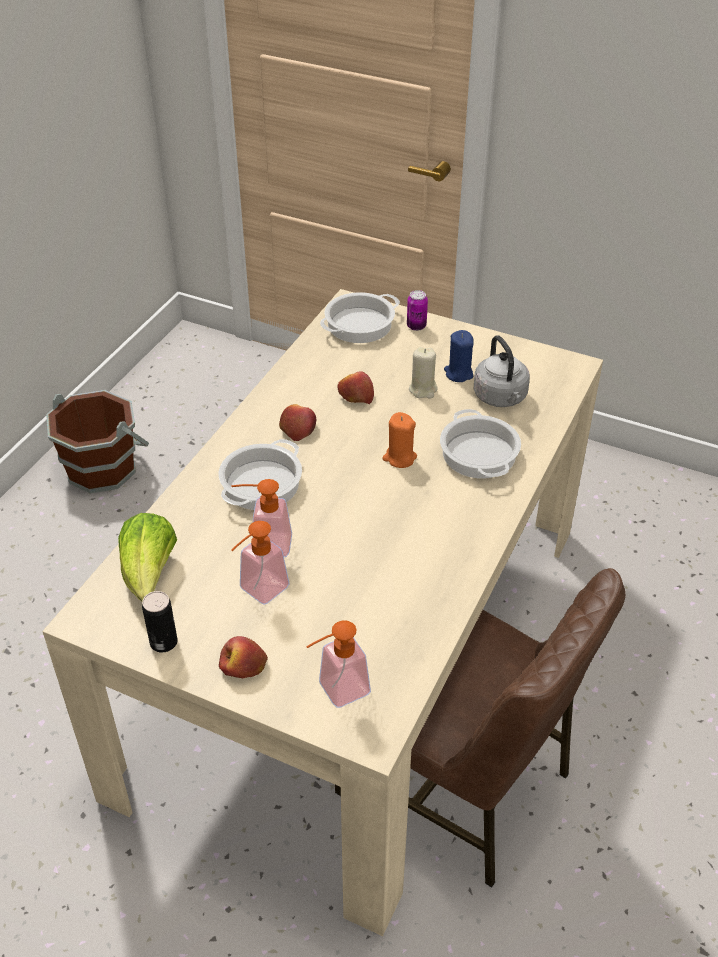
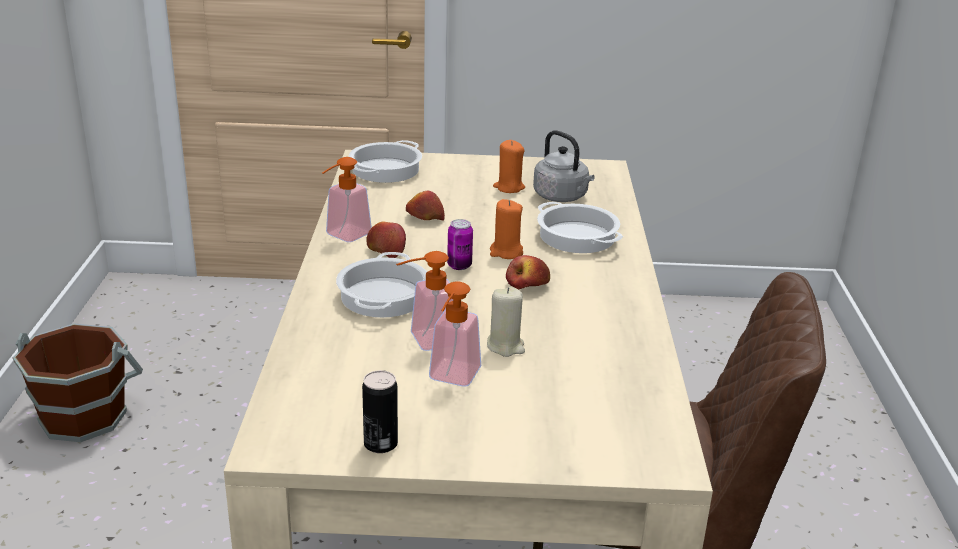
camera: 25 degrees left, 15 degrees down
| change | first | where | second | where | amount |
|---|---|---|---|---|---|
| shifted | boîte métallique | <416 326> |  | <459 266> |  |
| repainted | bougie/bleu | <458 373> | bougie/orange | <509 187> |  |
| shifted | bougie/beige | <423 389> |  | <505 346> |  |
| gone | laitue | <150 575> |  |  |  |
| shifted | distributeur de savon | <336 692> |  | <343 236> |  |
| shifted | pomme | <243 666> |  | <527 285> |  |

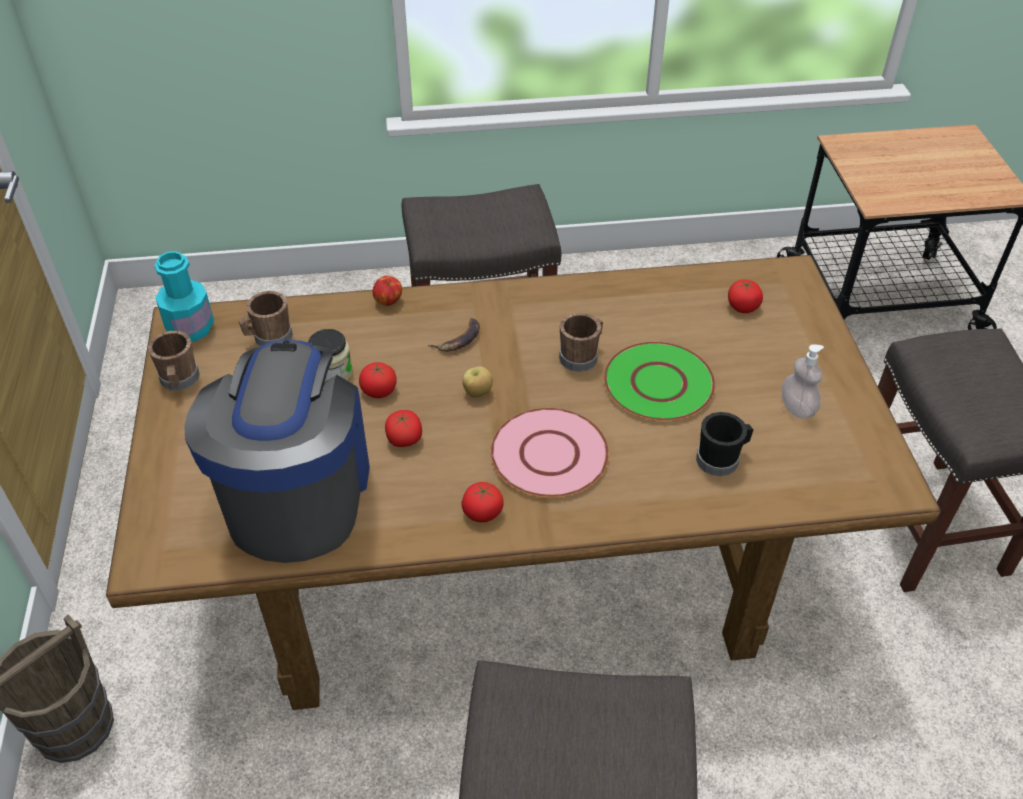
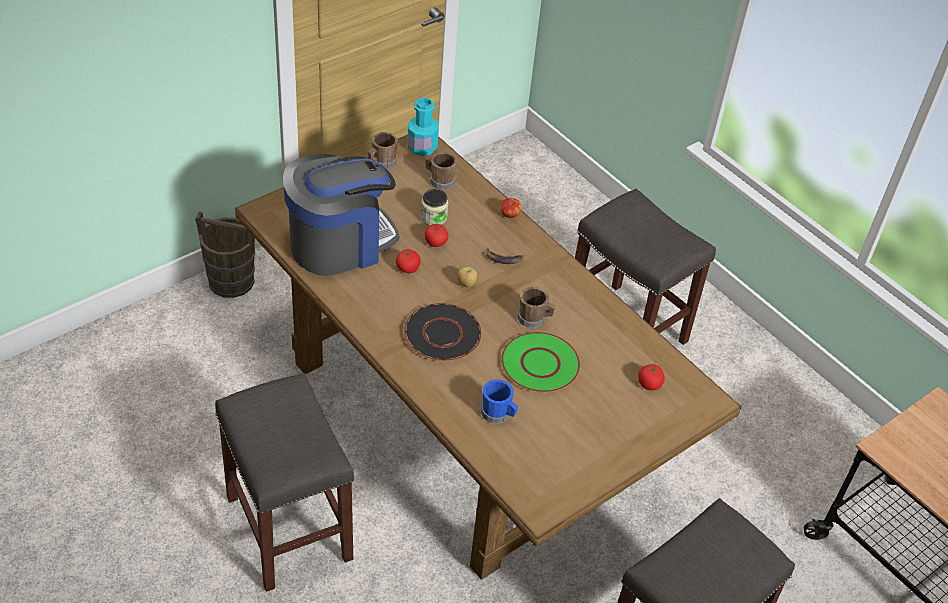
camera: 55 degrees right, 0 degrees up
| change | first | where | second | where | amount |
|---|---|---|---|---|---|
| gone | distributeur de savon | <797 408> |  |  |  |
| repainted | assiette/rose | <548 454> | assiette/noir | <442 333> |  |
| repainted | mug/noir | <721 459> | mug/bleu | <498 414> |  |
| gone | tomate | <482 512> |  |  |  |

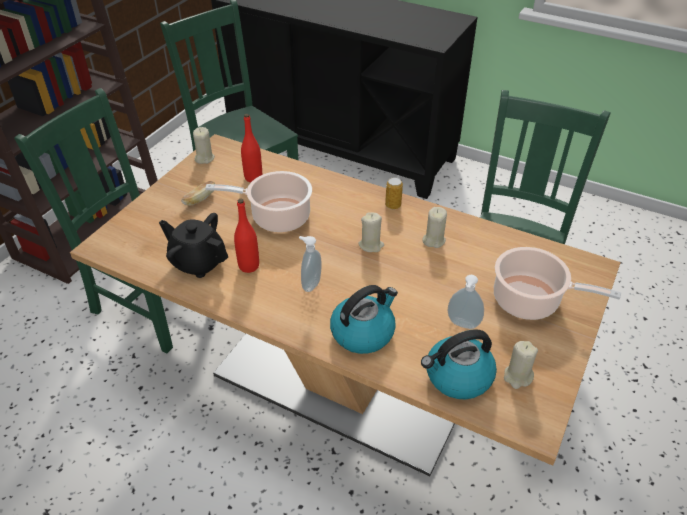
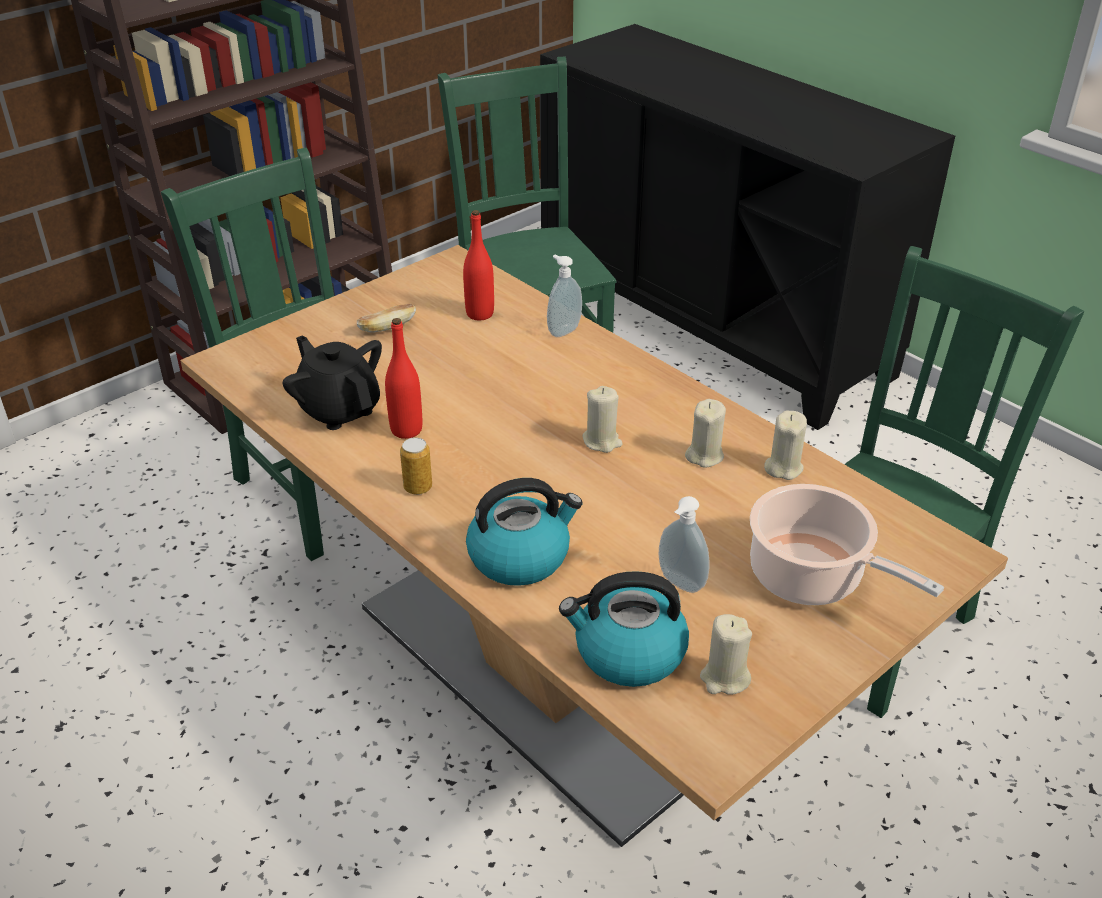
camera: 20 degrees right, 5 degrees down
| change | first | where | second | where | amount |
|---|---|---|---|---|---|
| shifted | bougie/beige | <204 158> |  | <783 467> |  |
| gone | marmite | <276 217> |  |  |  |
| shifted | boîte métallique | <393 205> |  | <418 487> |  |
| shifted | distributeur de savon | <310 284> |  | <562 330> |  |

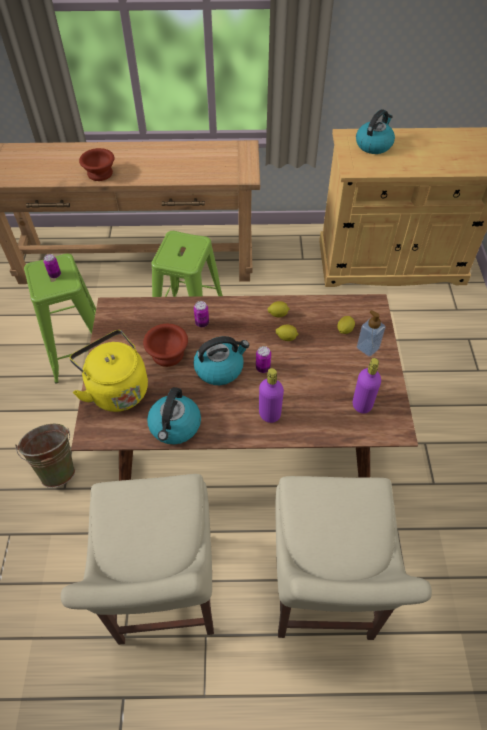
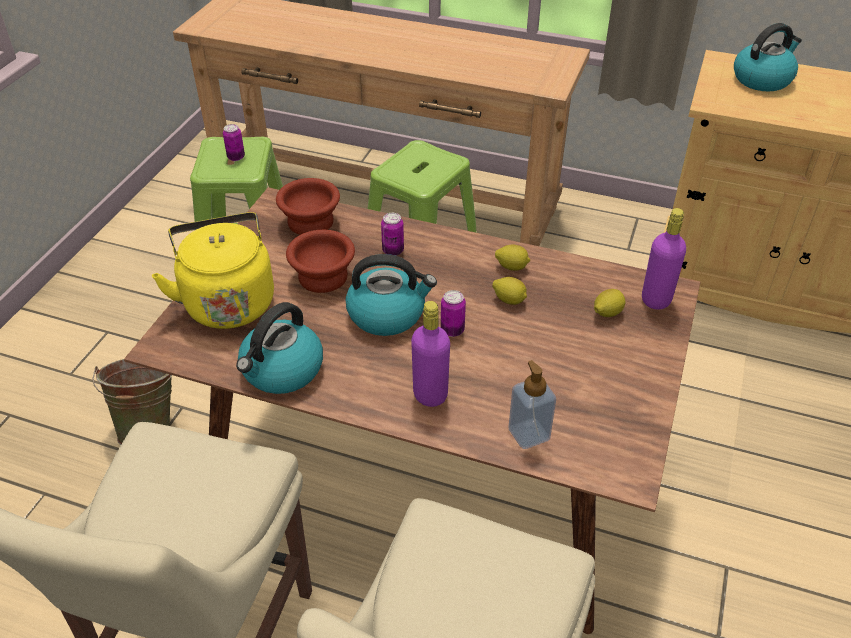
camera: 20 degrees right, 10 degrees down
| change | first | where | second | where | amount |
|---|---|---|---|---|---|
| shifted | bol/marron | <101 173> |  | <312 223> |  |
| shifted | distributeur de savon | <367 348> |  | <528 434> |  |
| shifted | bouteille/violet | <362 405> |  | <656 300> |  |

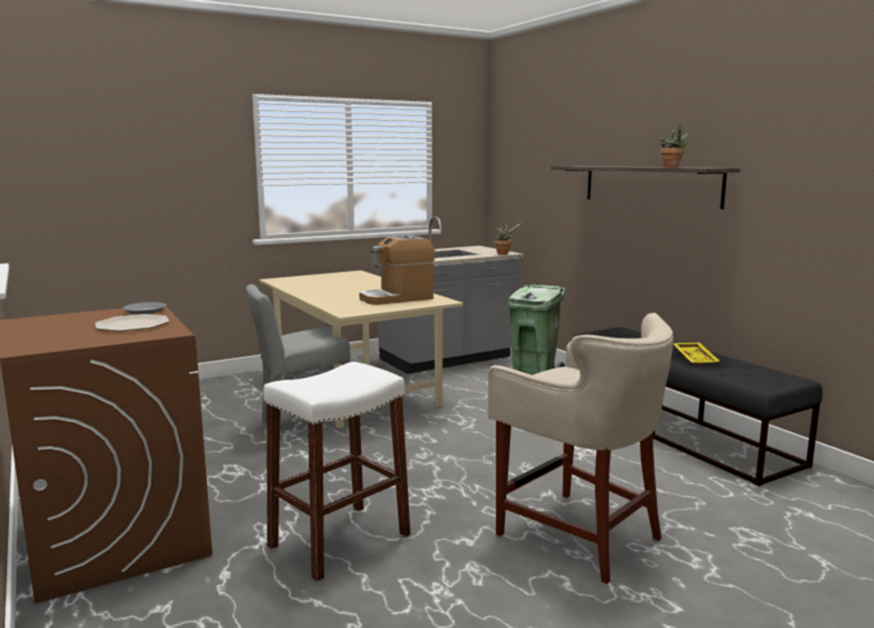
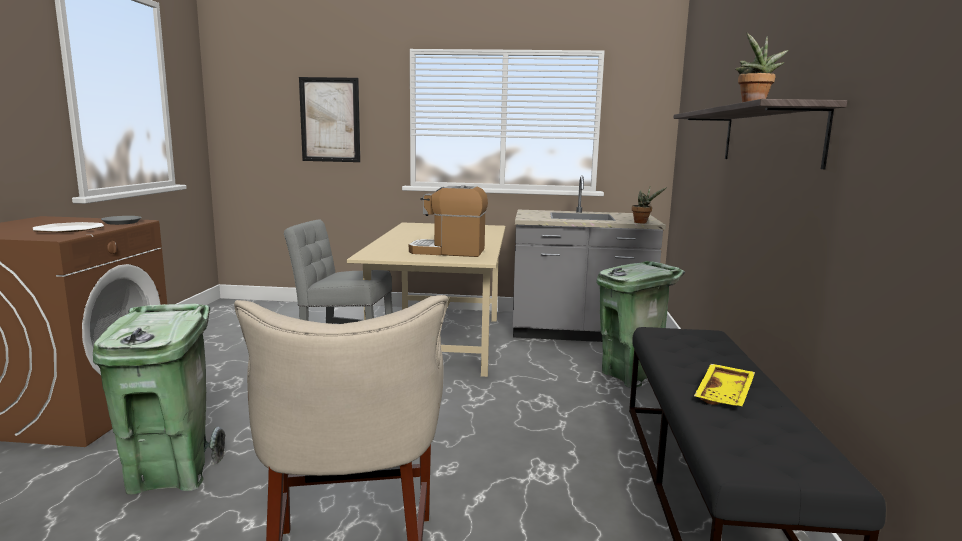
camera: 35 degrees right, 0 degrees up
| change | first | where | second | where | amount |
|---|---|---|---|---|---|
| swapped | tabouret/blanc | <340 540> | poubelle/vert | <171 474> |  |
| new |  |  | tableau | <330 120> |  |

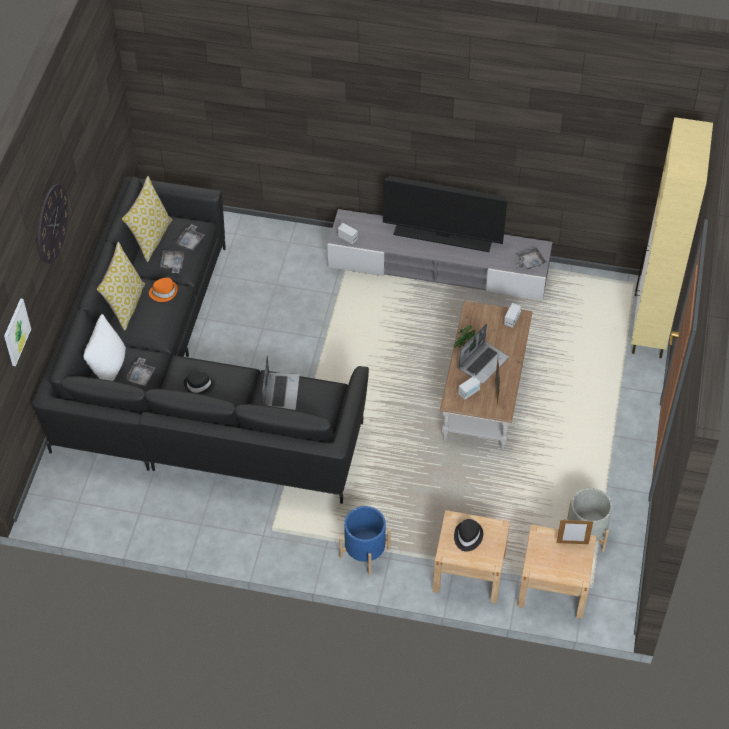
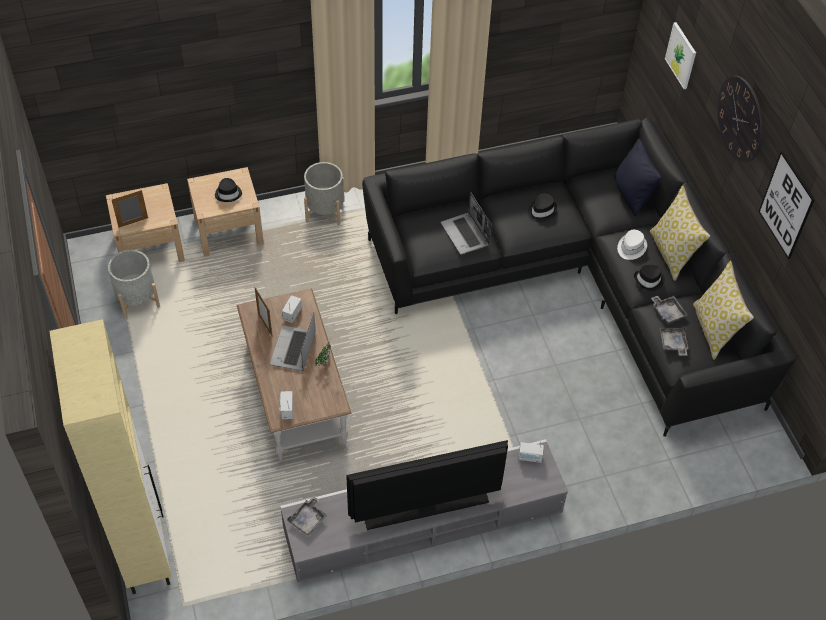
camera: 150 degrees right, 0 degrees up
| change | first | where | second | where | amount |
|---|---|---|---|---|---|
| repainted | chapeau/orange | <164 292> | chapeau/noir | <649 280> |  |
| repainted | coussin/blanc | <109 367> | coussin/noir | <631 195> |  |
| gone | plateau/gris | <141 376> |  |  |  |
| repainted | cache-pot/bleu | <365 553> | cache-pot/gris | <325 211> |  |
| new |  |  | tableau | <786 205> |  |
| new |  |  | chapeau/blanc | <631 247> |  |

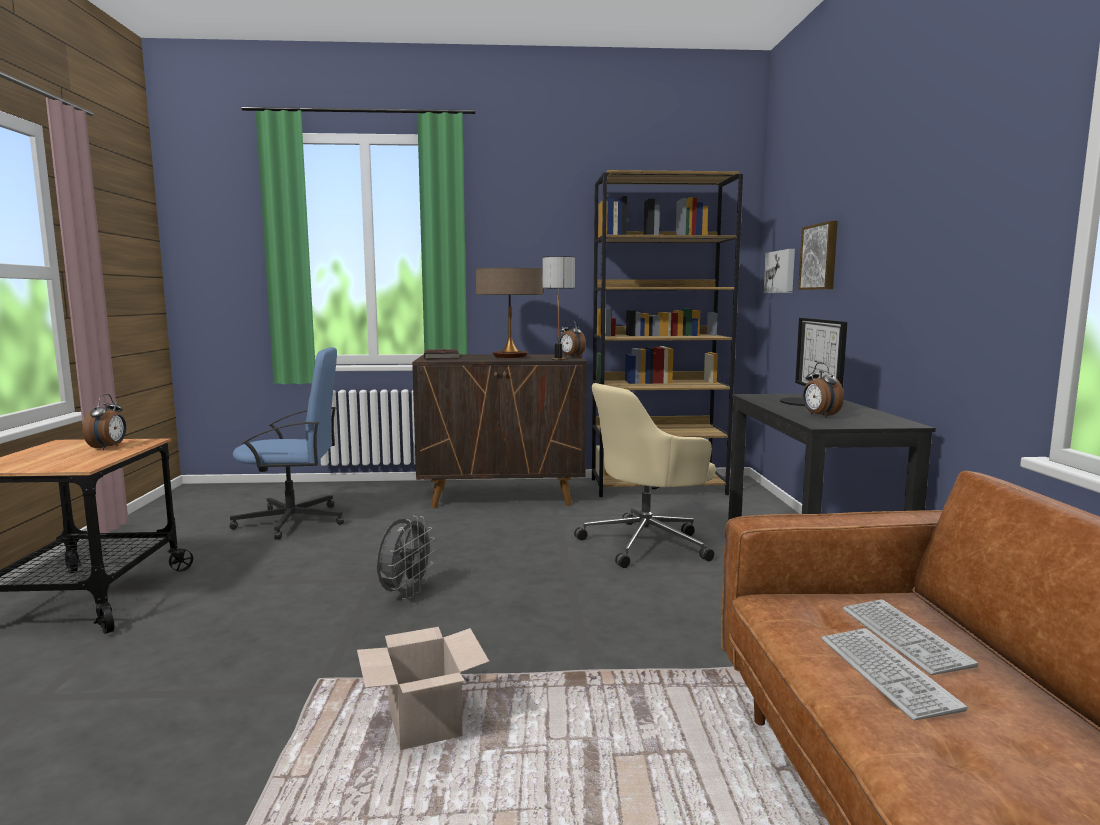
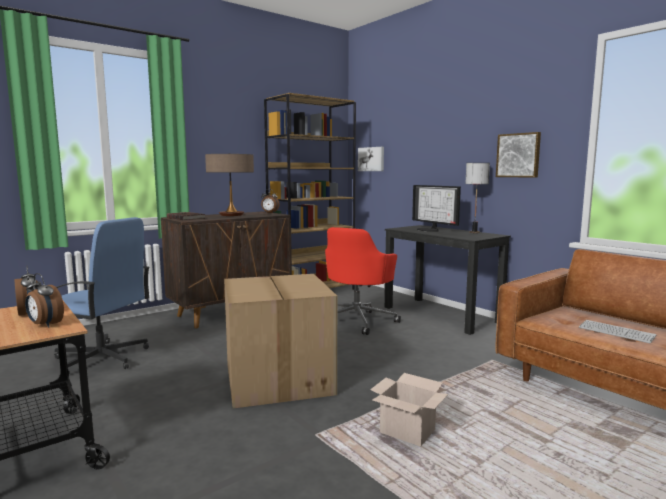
camera: 35 degrees left, 0 degrees up
| change | first | where | second | where | amount |
|---|---|---|---|---|---|
| shifted | tableau | <820 257> |  | <518 155> |  |
| shifted | lampe de table | <558 359> |  | <474 232> |  |
| rotated | chaise de bureau/bleu | <293 521> |  | <102 358> | 60 degrees clockwise |
| shifted | réveil | <819 416> |  | <45 325> |  |
| repainted | chaise de bureau/beige | <647 543> | chaise de bureau/rouge | <357 321> |  |
| swapped | ventilateur/gris | <405 594> | carton | <276 378> |  |
| gone | clavier | <904 637> |  |  |  |

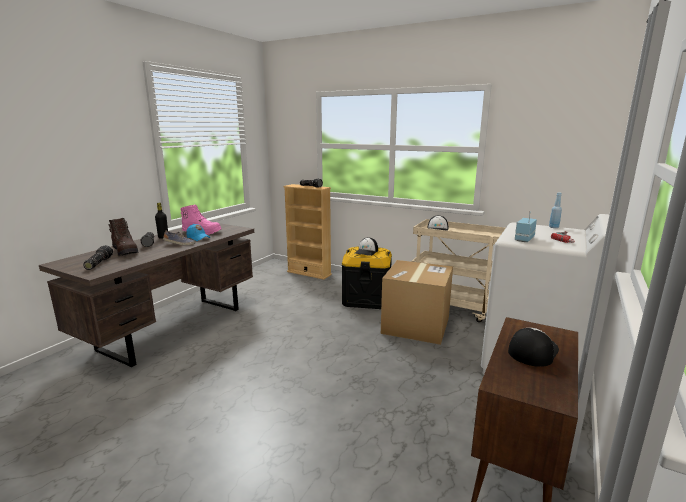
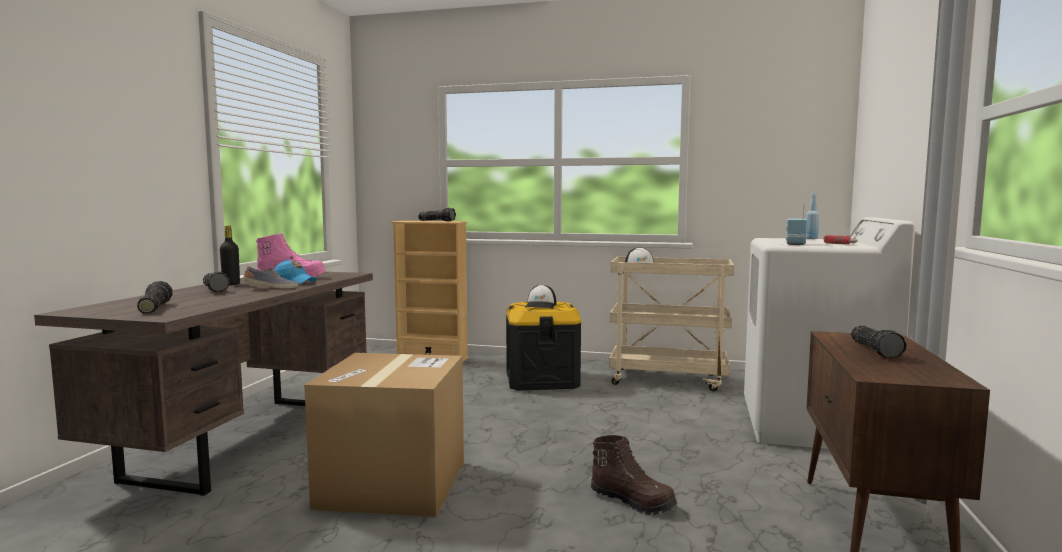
camera: 15 degrees left, 10 degrees down
| change | first | where | second | where | amount |
|---|---|---|---|---|---|
| shifted | botte/marron | <125 251> |  | <633 501> |  |
| shifted | carton | <415 325> |  | <393 484> |  |
| swapped | casquette | <532 350> | lampe de poche | <876 351> |  |

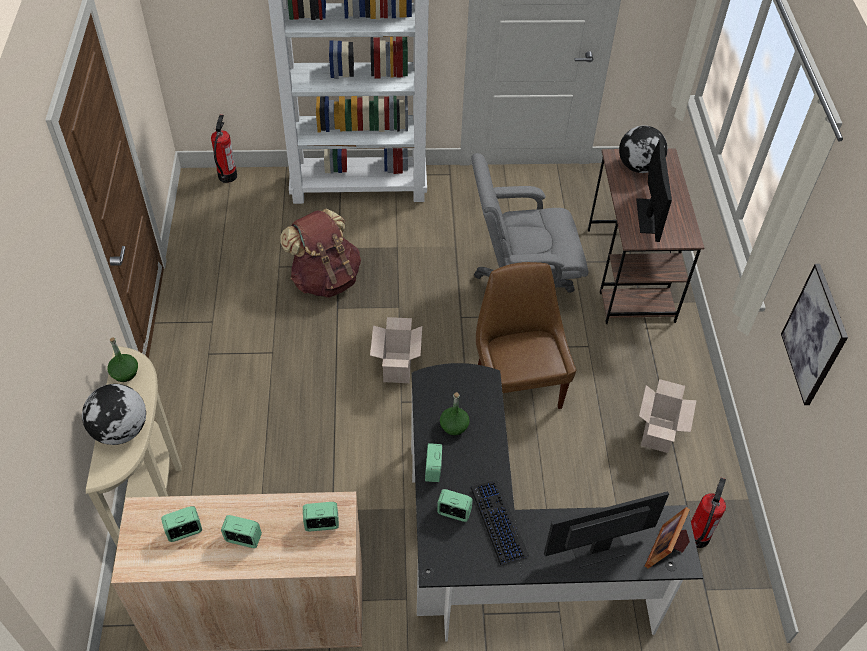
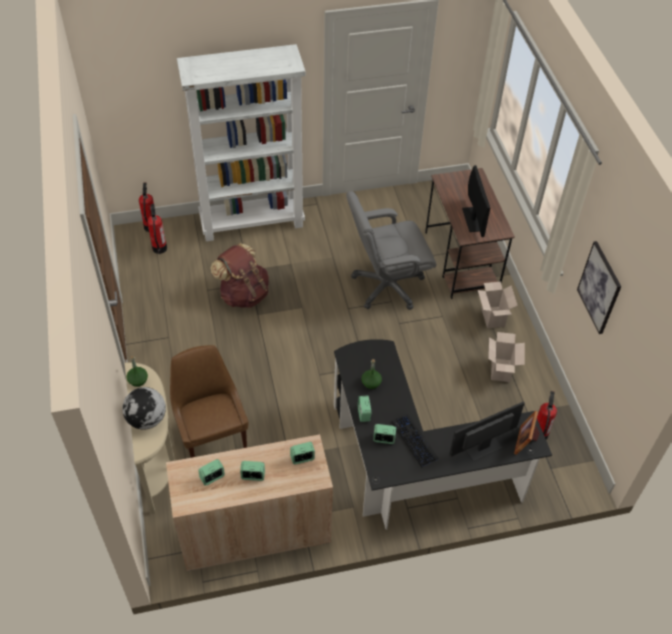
camera: 10 degrees left, 0 degrees up
| change | first | where | second | where | amount |
|---|---|---|---|---|---|
| gone | globe | <639 167> |  |  |  |
| shifted | chaise/marron | <517 384> |  | <212 434> |  |
| shifted | carton | <396 367> |  | <492 317> |  |
| new |  |  | extincteur | <159 248> |  |

